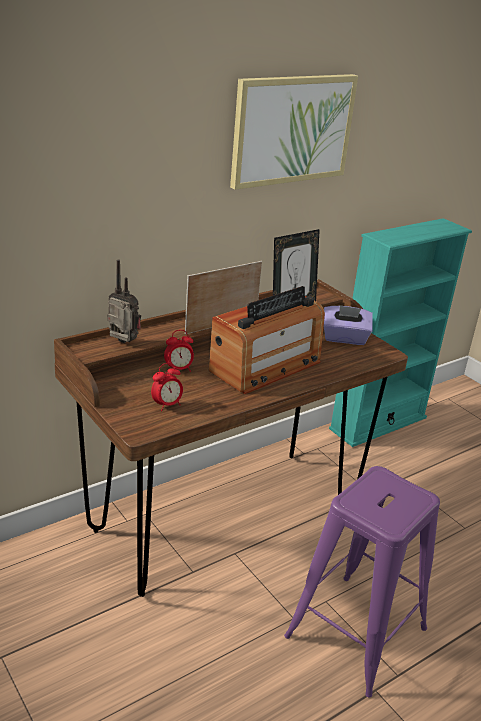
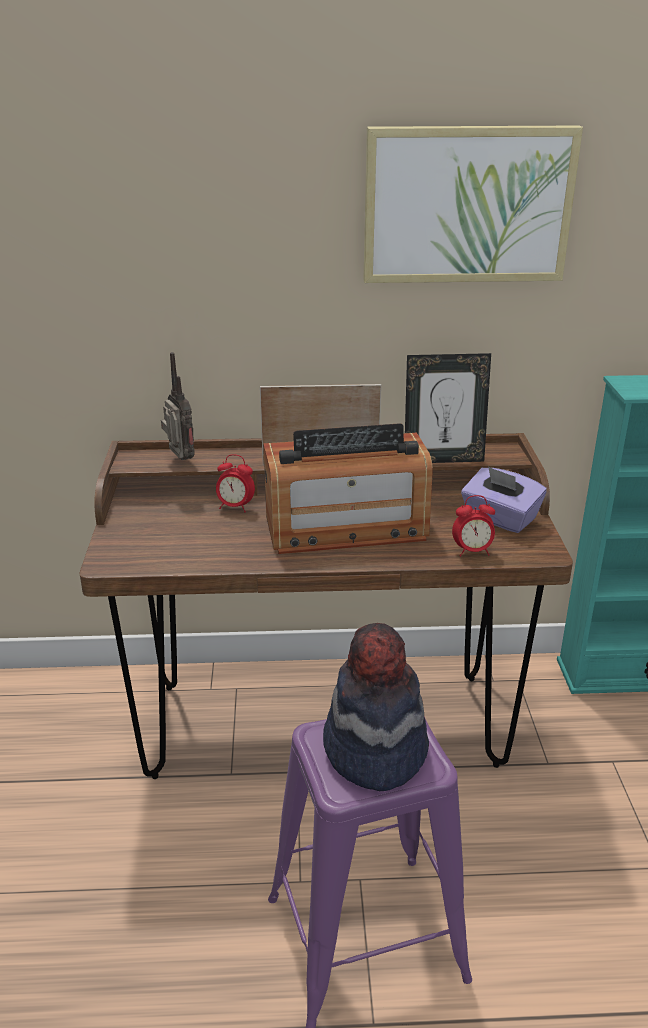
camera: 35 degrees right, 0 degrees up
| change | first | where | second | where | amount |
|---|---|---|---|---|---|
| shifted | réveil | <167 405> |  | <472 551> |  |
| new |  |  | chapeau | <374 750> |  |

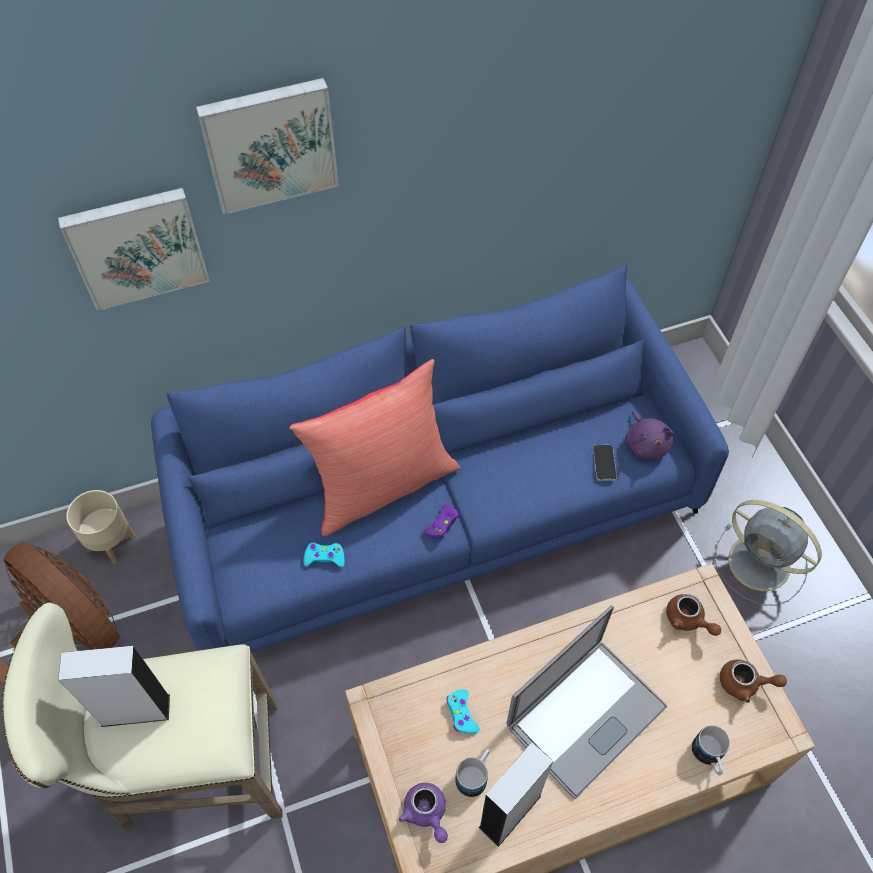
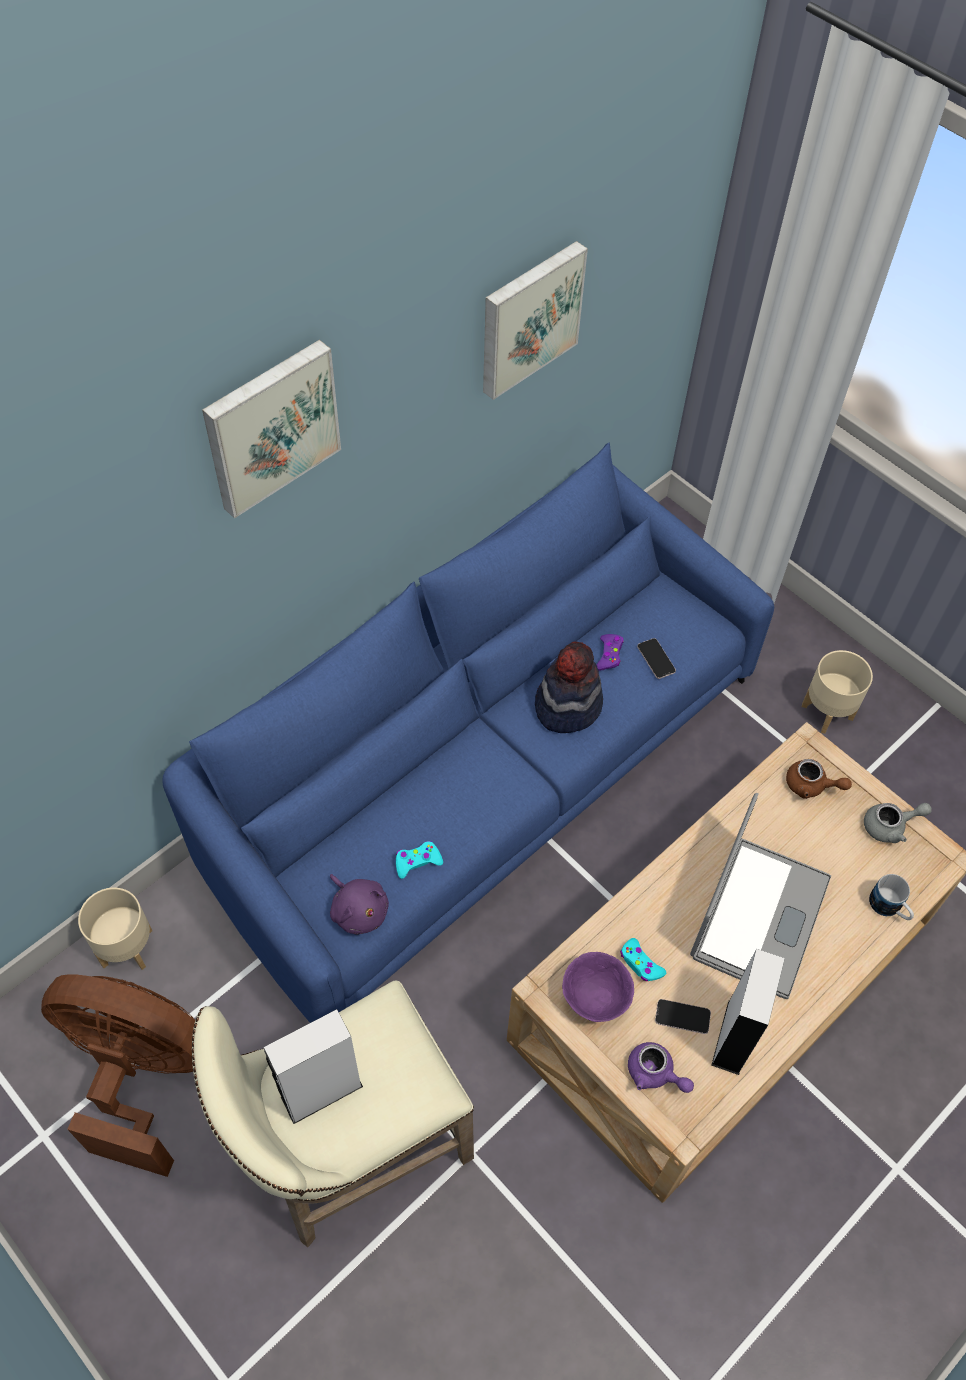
camera: 25 degrees left, 0 degrees up
| change | first | where | second | where | amount |
|---|---|---|---|---|---|
| shifted | tableau | <136 246> |  | <528 318> |  |
| gone | coussin/rouge | <382 485> |  |  |  |
| shifted | peluche/violet | <646 444> |  | <358 910> |  |
| swapped | ventilateur/gris | <761 565> | cache-pot/beige | <828 711> |  |
| shifted | manette/violet | <442 524> |  | <609 655> |  |
| repainted | théière/marron | <745 684> | théière/gris | <890 826> |  |
| swapped | mug | <475 774> | téléphone | <682 1016> |  |
| new |  |  | chapeau | <567 705> |  |
| new |  |  | bol/violet | <595 999> |  |

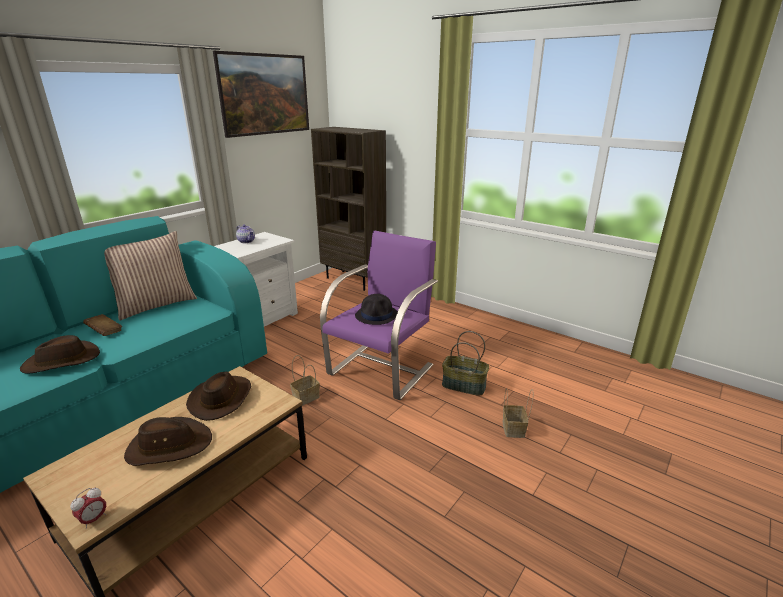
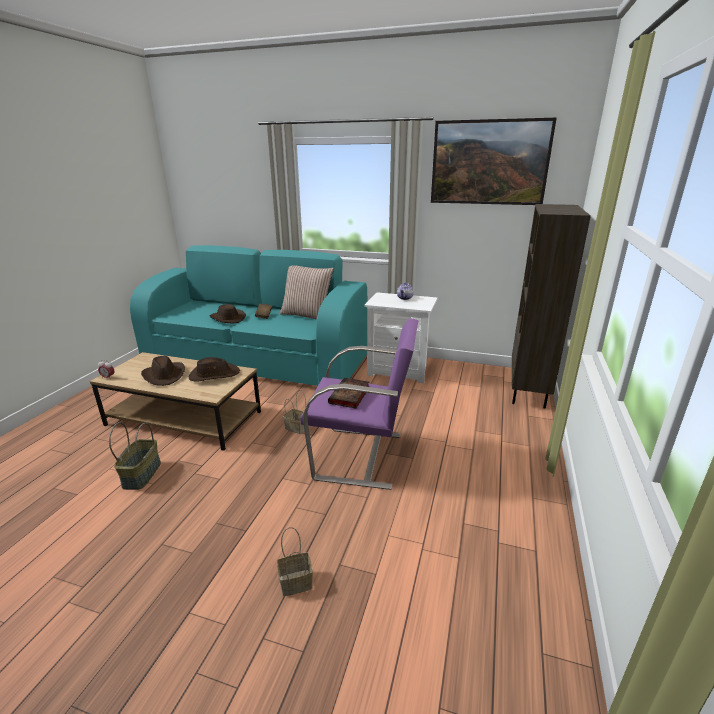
camera: 70 degrees right, 0 degrees up
| change | first | where | second | where | amount |
|---|---|---|---|---|---|
| swapped | chapeau/noir | <377 315> | livre | <349 396> |  |
| shifted | panier | <463 386> |  | <141 474> |  |

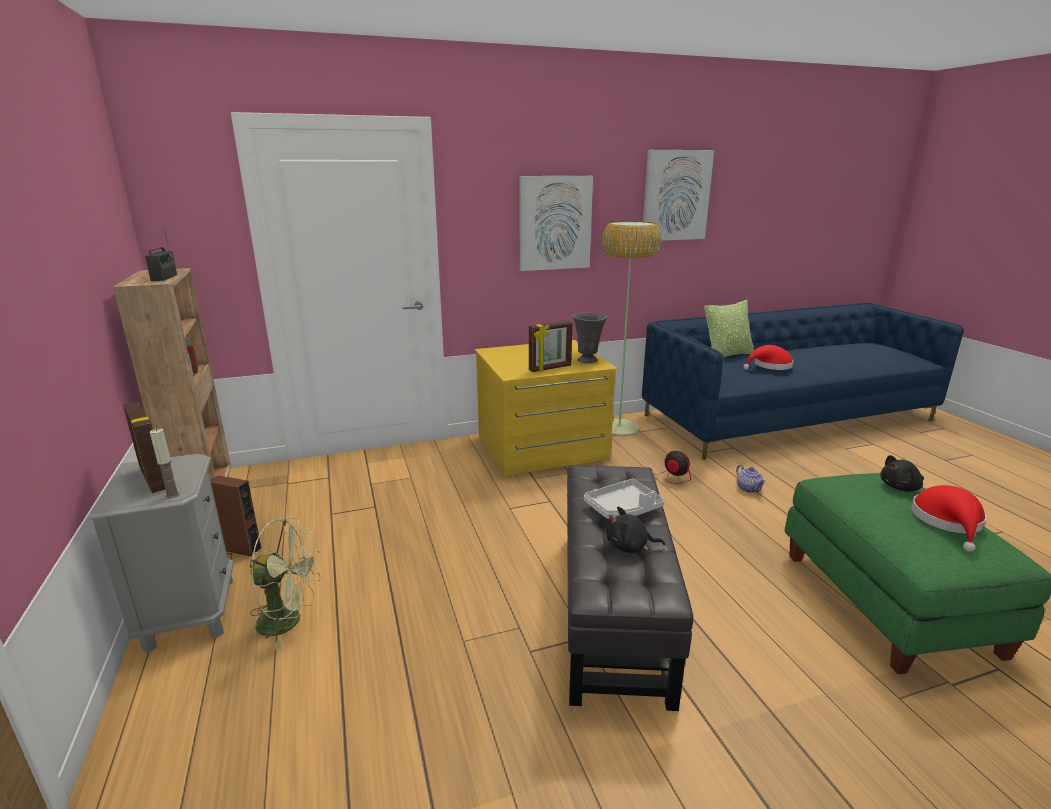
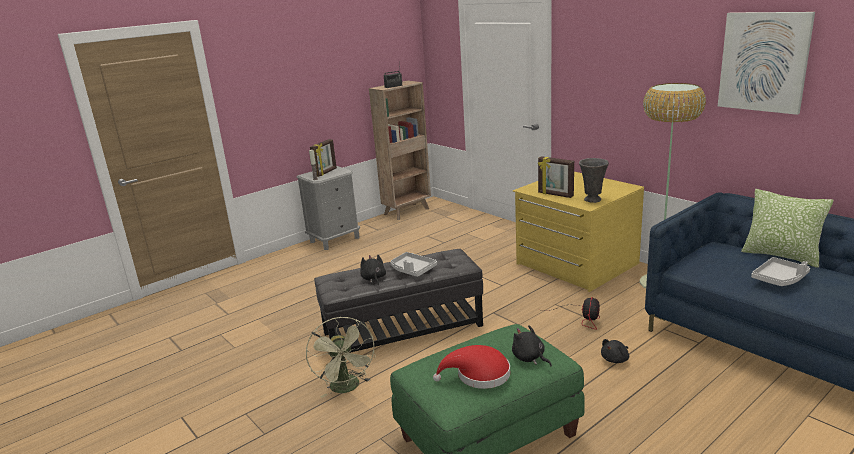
camera: 70 degrees right, 0 degrees up
| change | first | where | second | where | amount |
|---|---|---|---|---|---|
| gone | tableau | <555 223> |  |  |  |
| swapped | chapeau/rouge | <770 366> | plateau/gris | <779 279> |  |
| swapped | théière | <749 488> | peluche/noir | <615 359> |  |
| gone | enceinte/marron | <241 548> |  |  |  |
| shifted | ventilateur/vert | <289 621> |  | <347 388> |  |

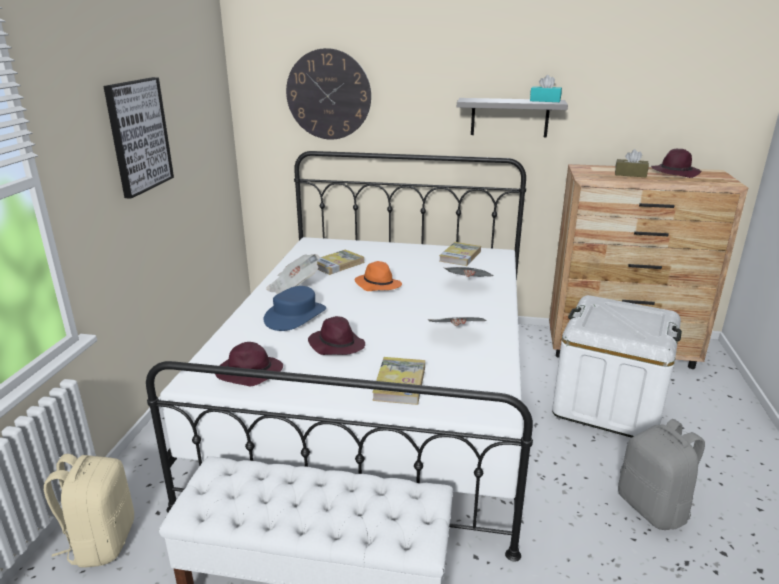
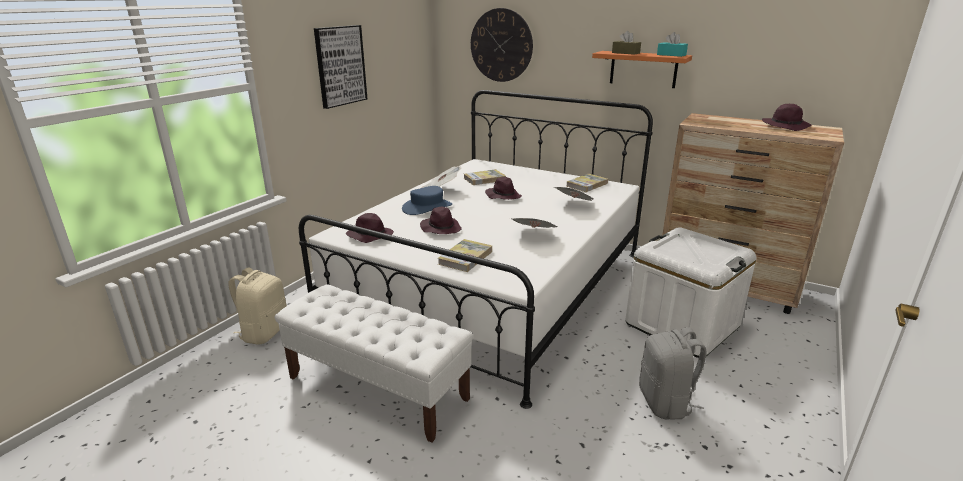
camera: 20 degrees right, 0 degrees up
| change | first | where | second | where | amount |
|---|---|---|---|---|---|
| repainted | étagère/gris | <509 117> | étagère/orange | <643 69> |  |
| shifted | boîte à mouchoirs/marron | <630 174> |  | <625 53> |  |
| repainted | chapeau/orange | <377 285> | chapeau/violet | <503 196> |  |

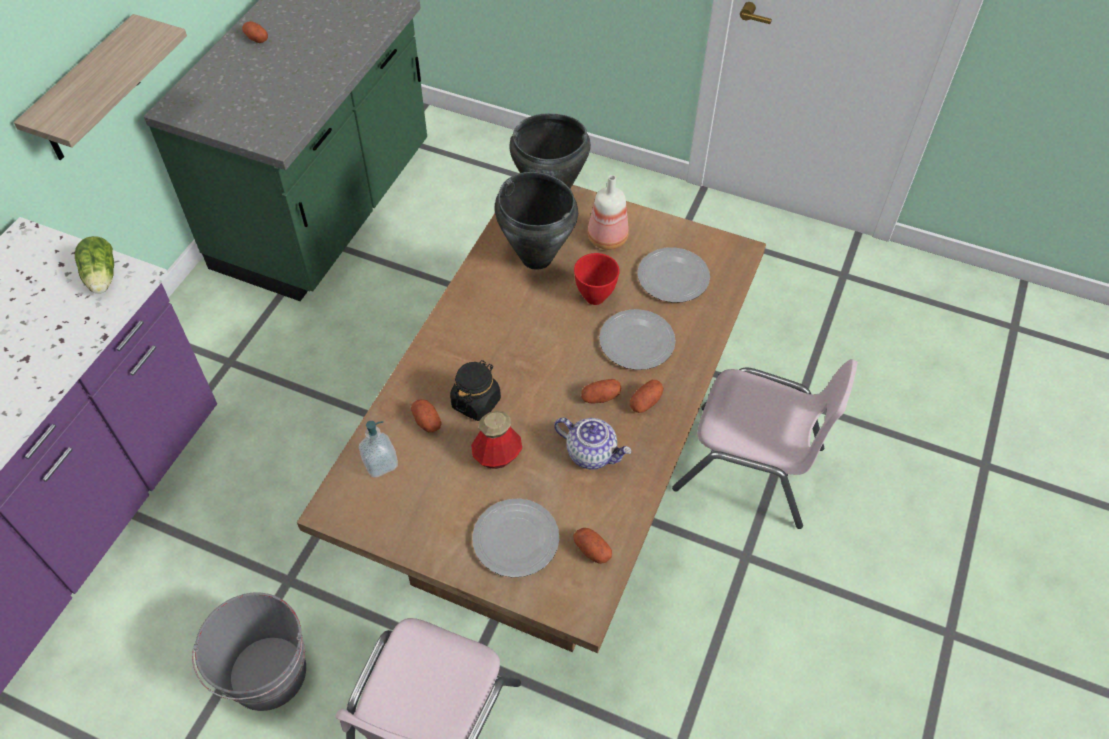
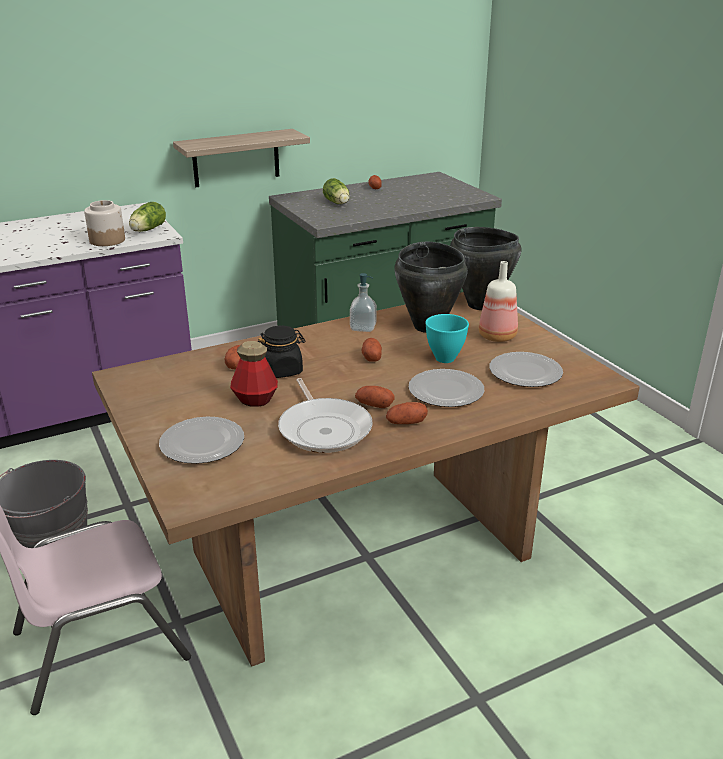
camera: 40 degrees right, 25 degrees down
| change | first | where | second | where | amount |
|---|---|---|---|---|---|
| repainted | bol/rouge | <596 297> | bol/turquoise | <445 359> |  |
| gone | chaise/rose | <750 468> |  |  |  |
| swapped | théière | <592 453> | poêle | <324 428> |  |
| shifted | distributeur de savon | <380 463> |  | <363 327> |  |
| shifted | pomme de terre | <592 550> |  | <371 357> |  |
| new |  |  | laitue | <337 203> |  |
| new |  |  | bocal | <107 240> |  |

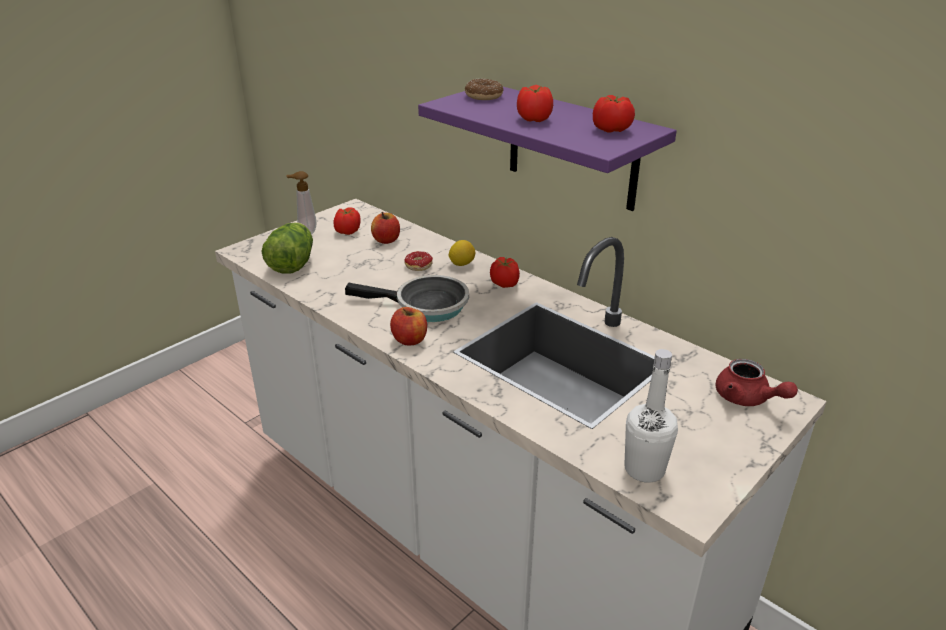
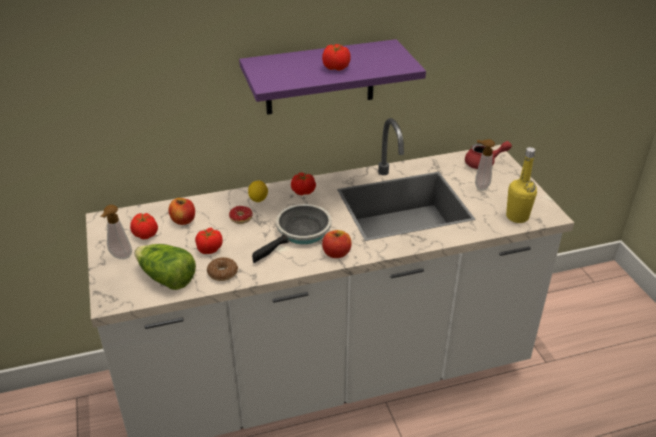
camera: 60 degrees left, 5 degrees up
| change | first | where | second | where | amount |
|---|---|---|---|---|---|
| shifted | beignet | <483 96> |  | <222 273> |  |
| shifted | tomate | <611 130> |  | <209 249> |  |
| repainted | bouteille/blanc | <644 469> | bouteille/jaune | <517 217> |  |
| new |  |  | distributeur de savon | <480 186> |  |

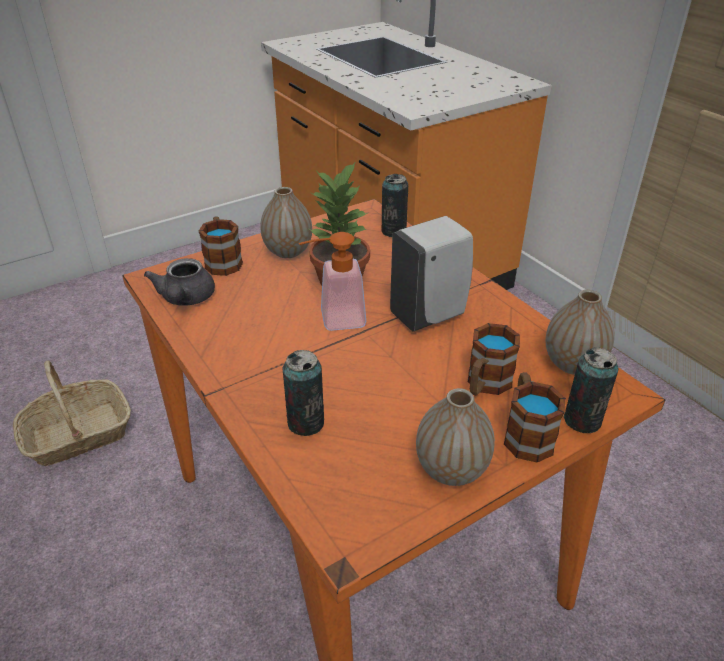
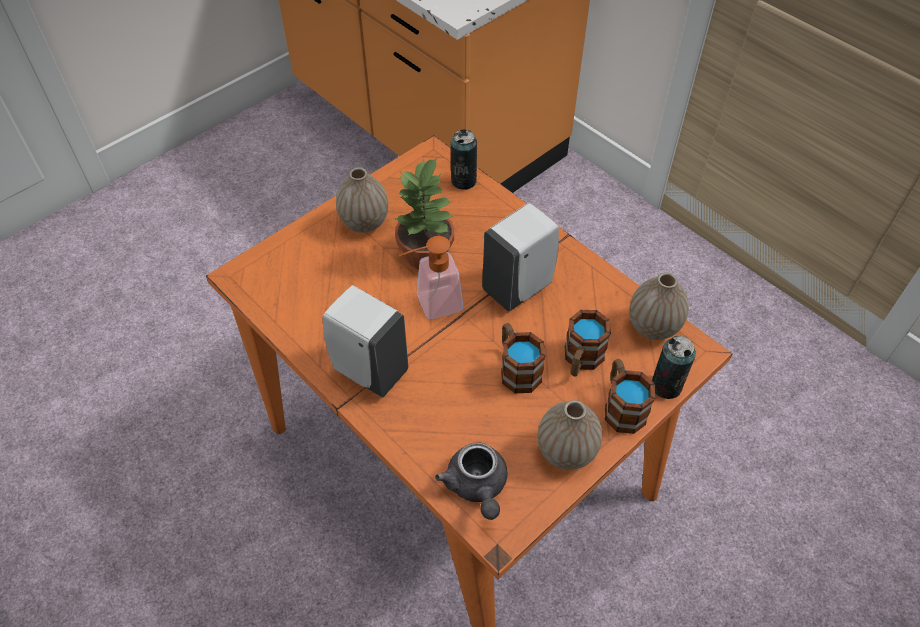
camera: 10 degrees left, 15 degrees up
| change | first | where | second | where | amount |
|---|---|---|---|---|---|
| shifted | mug | <223 261> |  | <516 368> |  |
| shifted | théière/gris | <185 299> |  | <477 487> |  |
| gone | boîte métallique | <306 423> |  |  |  |
| gone | panier | <78 435> |  |  |  |
| new |  |  | distributeur de savon/blanc | <368 370> |  |

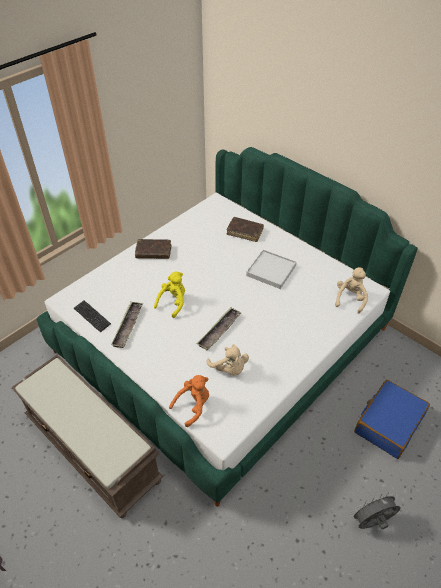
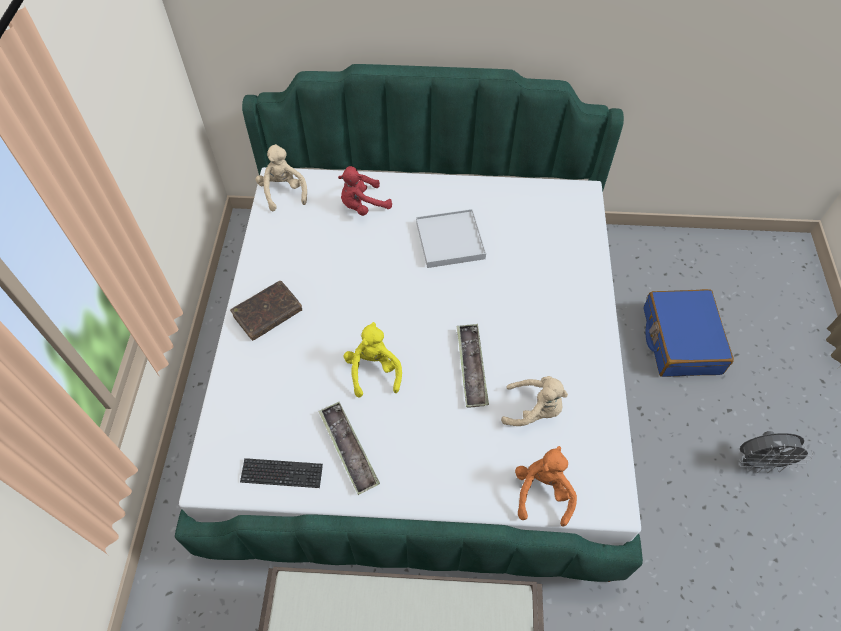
camera: 40 degrees left, 10 degrees up
| change | first | where | second | where | amount |
|---|---|---|---|---|---|
| swapped | livre/marron | <245 232> | peluche/rouge | <363 205> |  |
| shifted | peluche/beige | <350 299> |  | <283 192> |  |
| rotated | ventilateur/gris | <371 522> |  | <759 463> | 120 degrees counterclockwise |

